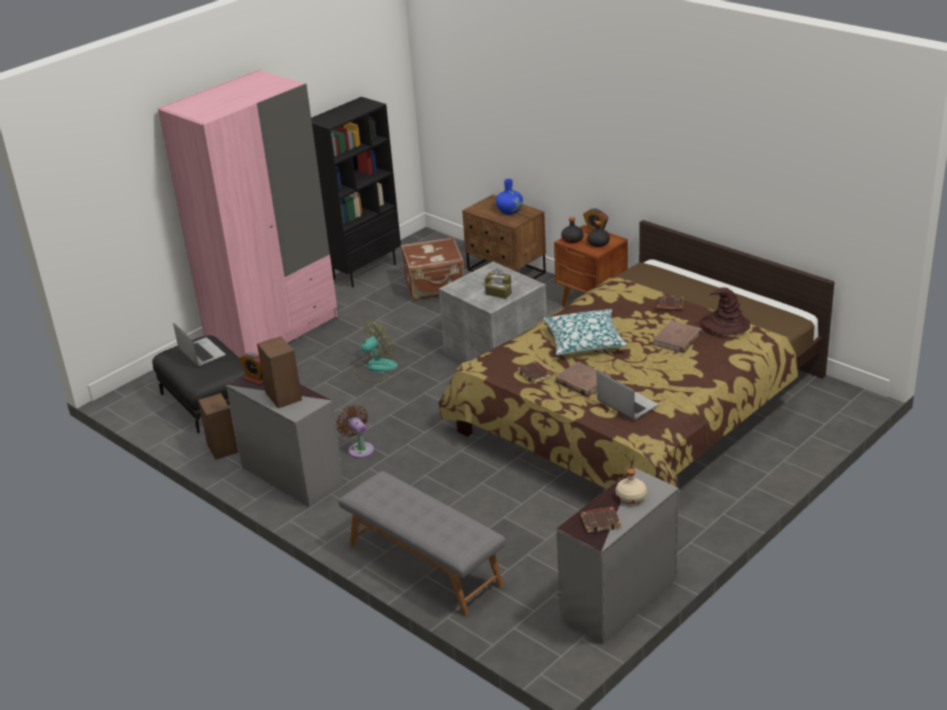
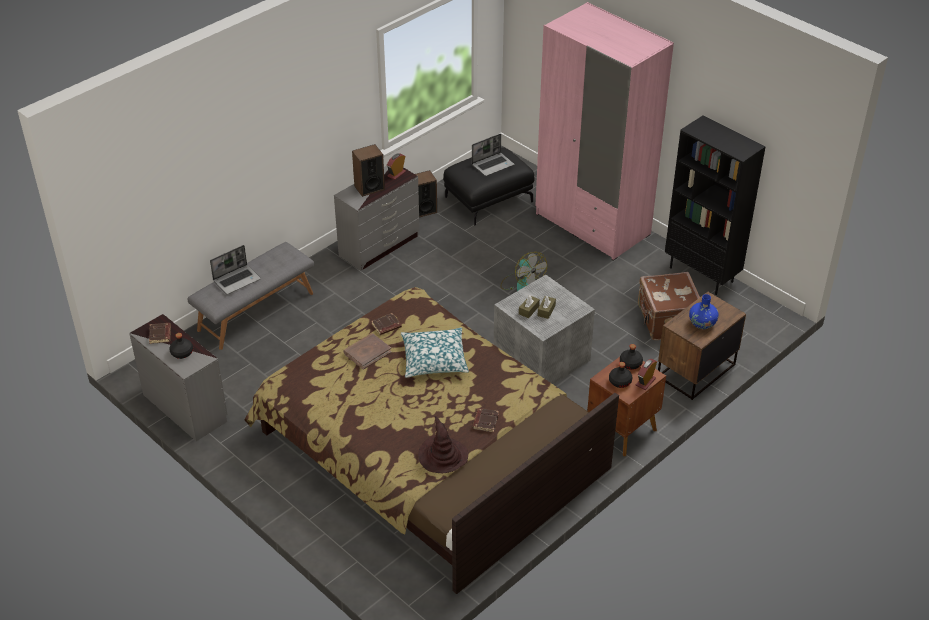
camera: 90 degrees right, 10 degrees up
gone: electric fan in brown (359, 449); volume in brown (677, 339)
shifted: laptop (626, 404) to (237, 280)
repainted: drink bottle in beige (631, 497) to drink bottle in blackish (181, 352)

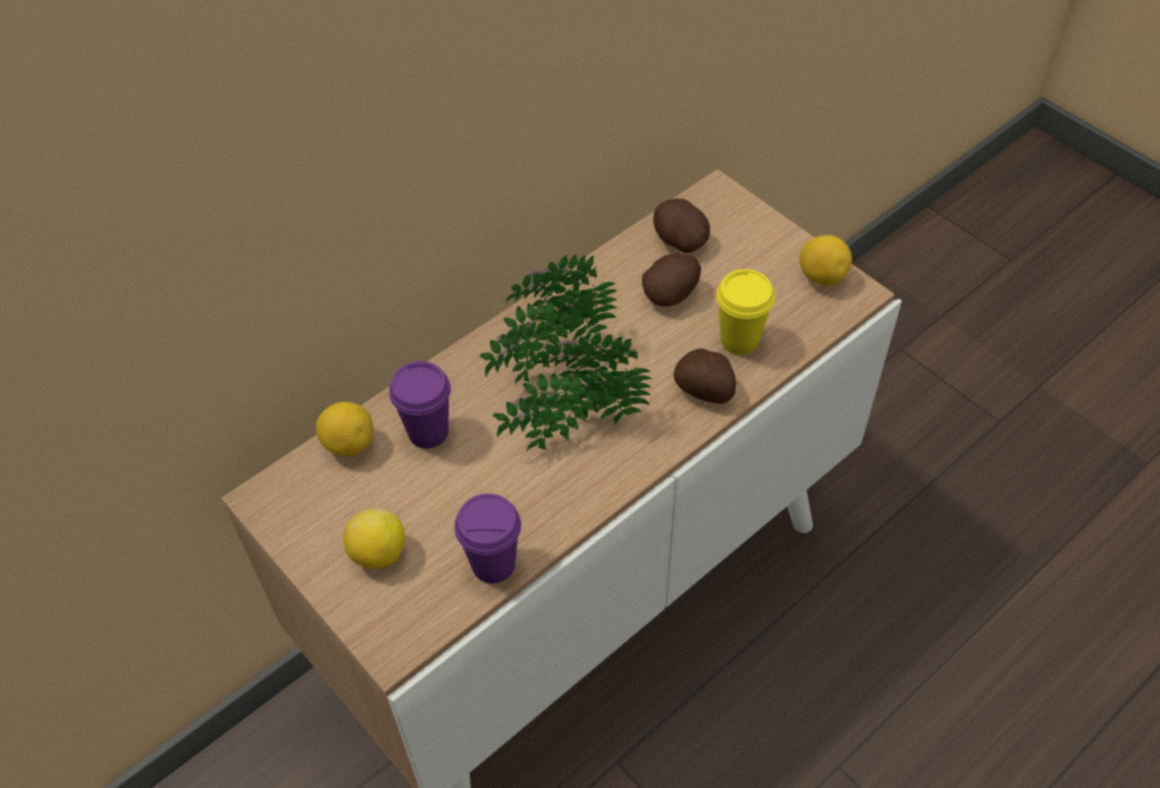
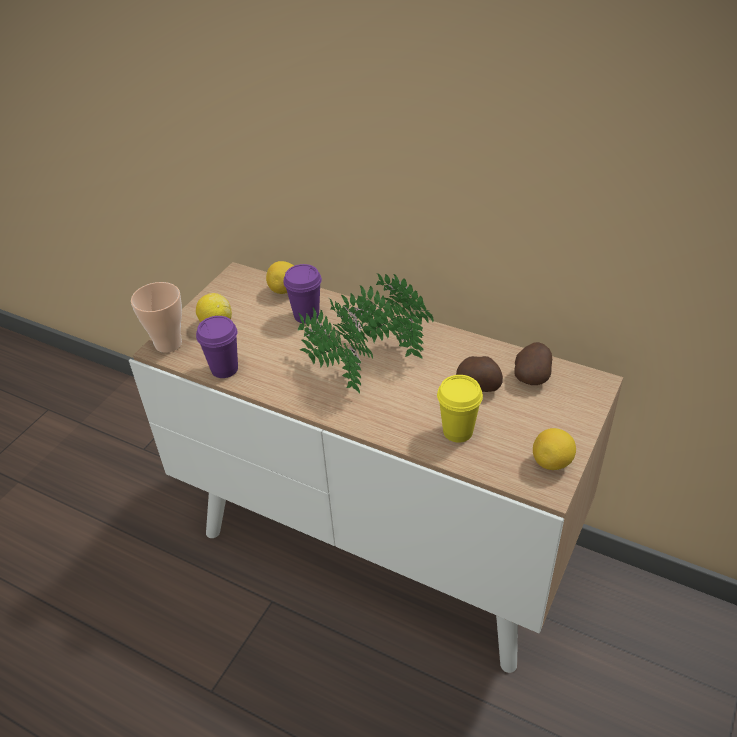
camera: 70 degrees right, 10 degrees down
gone: whole potato (705, 390)
new: small cup (168, 344)

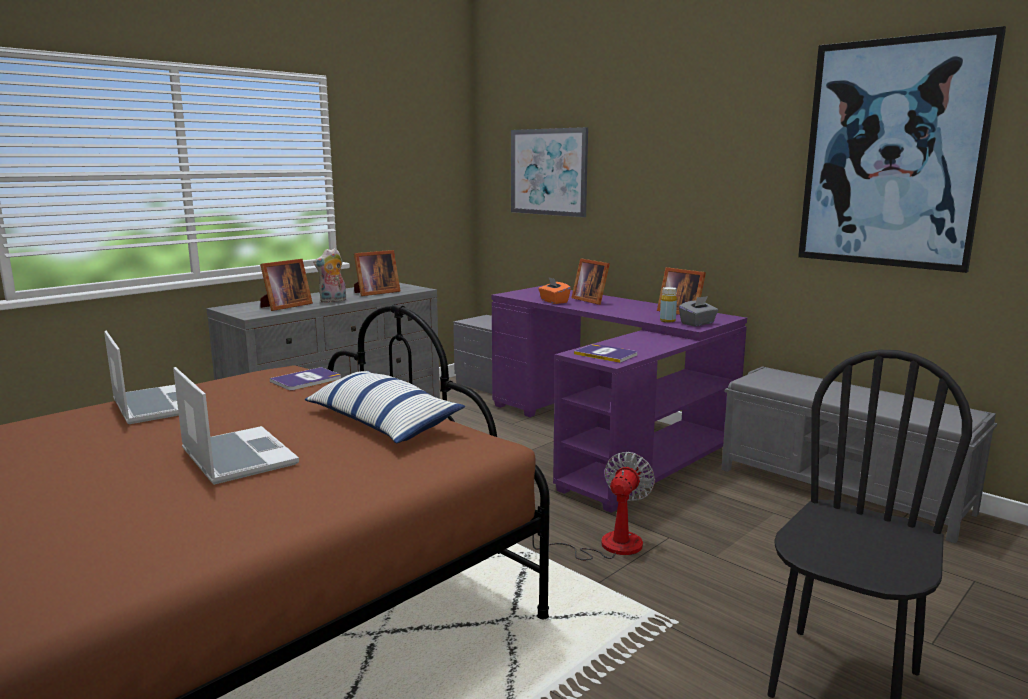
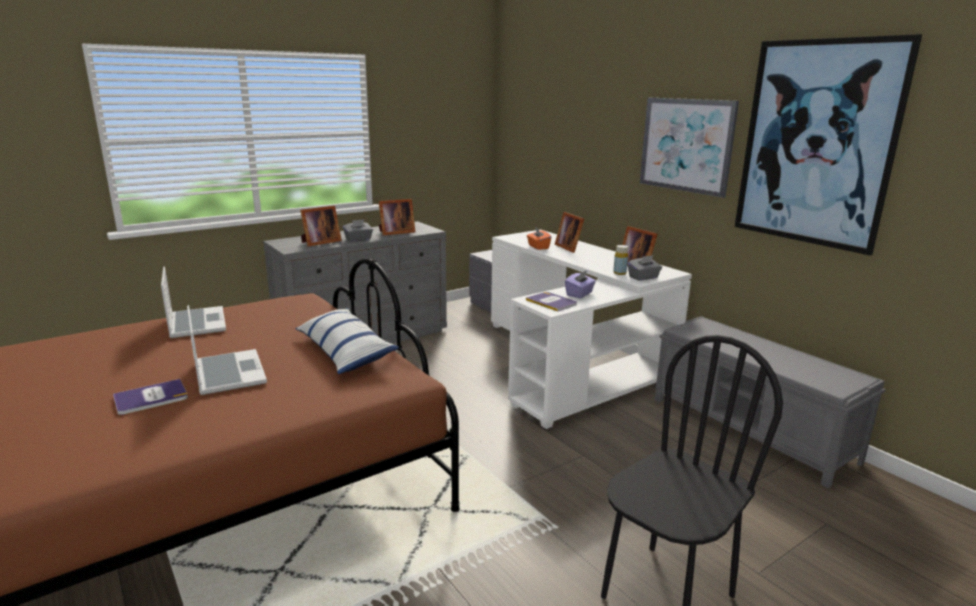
camera: 10 degrees right, 5 degrees up
gone: electric fan (606, 546)
new: tissue box in purplish (579, 294)
shifted: volume (306, 380) to (151, 398); wall picture (548, 172) to (686, 145)
swapped: cuddly toy (333, 301) to tissue box in gray (358, 239)
repainted: desk unit in purplish (610, 437) to desk unit in whitish (574, 362)

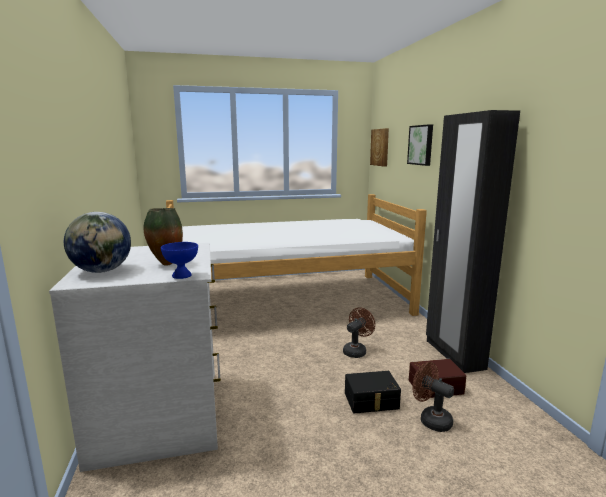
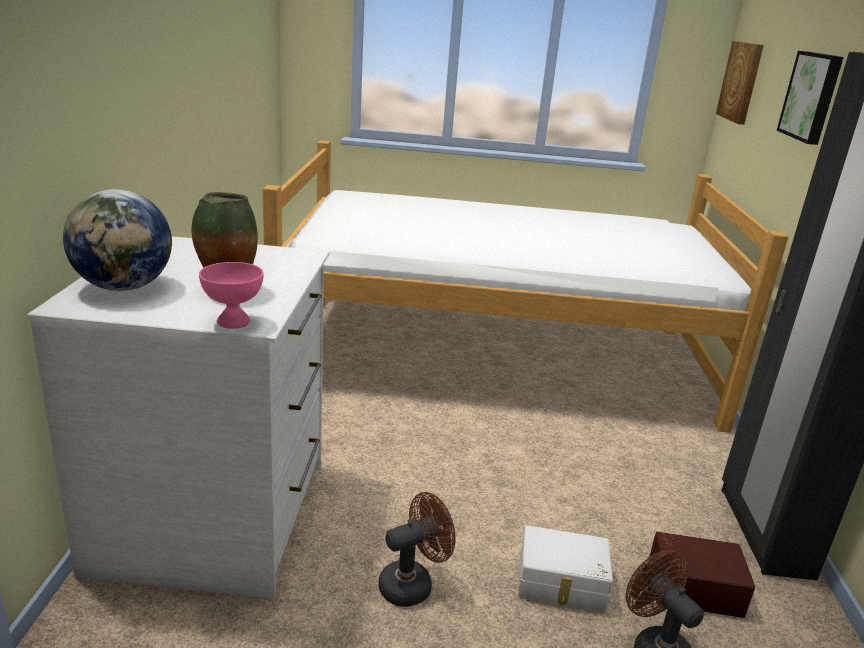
camera: 15 degrees right, 10 degrees up
shifted: electric fan in brown (356, 351) to (413, 584)
repainted: serving bowl in blue-coloured (182, 275) to serving bowl in pinkish (234, 321); storage container in blackish (371, 401) to storage container in whitish (561, 584)

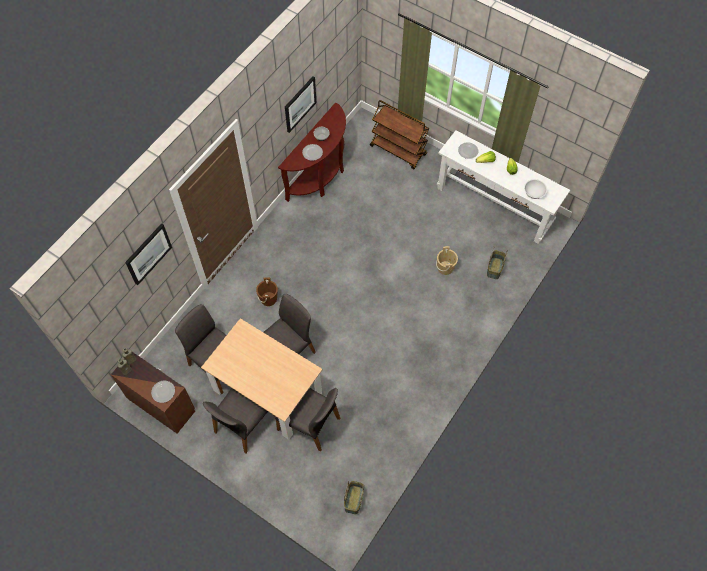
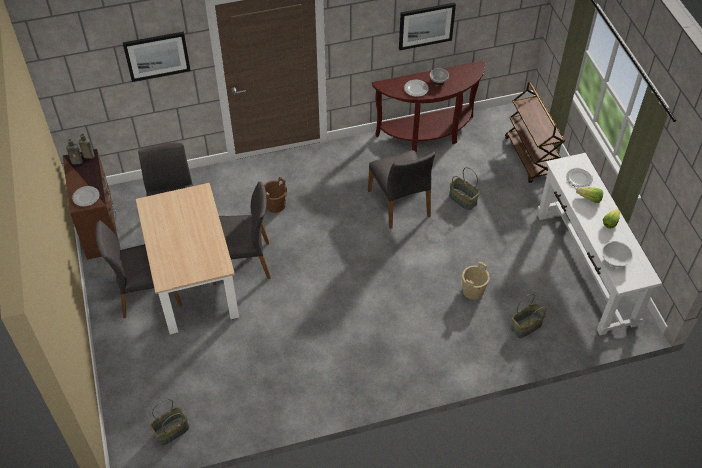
camera: 40 degrees right, 10 degrees down
new: storage basket (463, 199)
shifted: plain chair in gray (310, 423) to (400, 203)

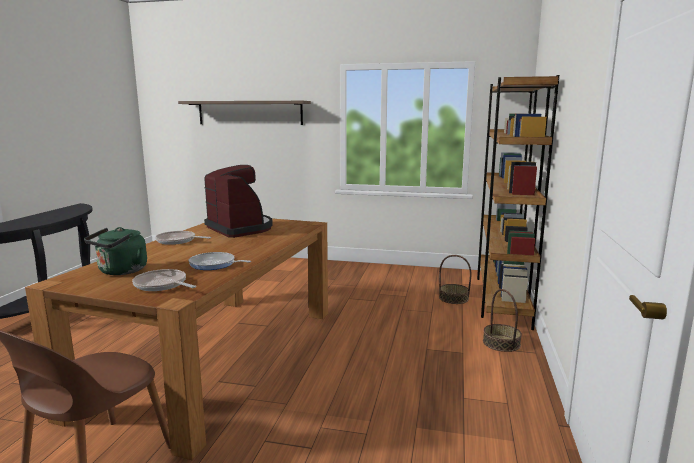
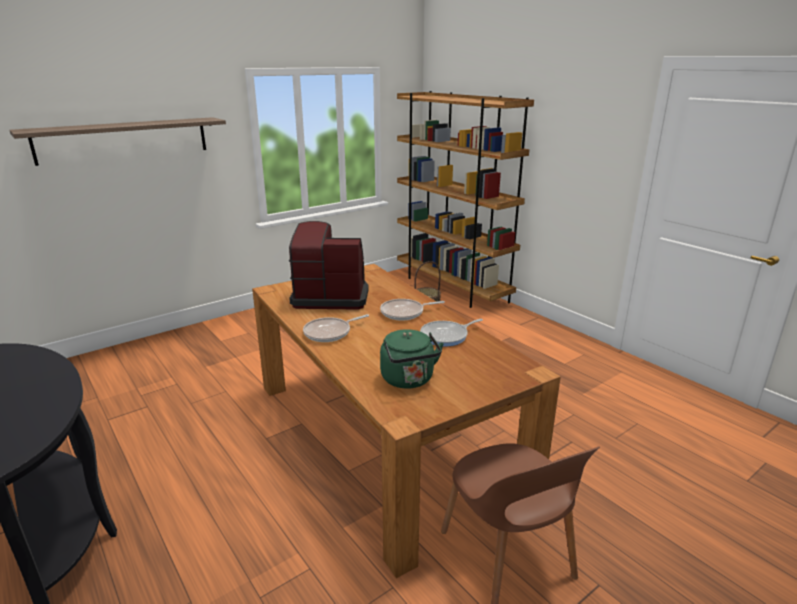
camera: 50 degrees left, 10 degrees up
gone: storage basket (501, 343)
shifted: skillet (162, 285) to (405, 313)

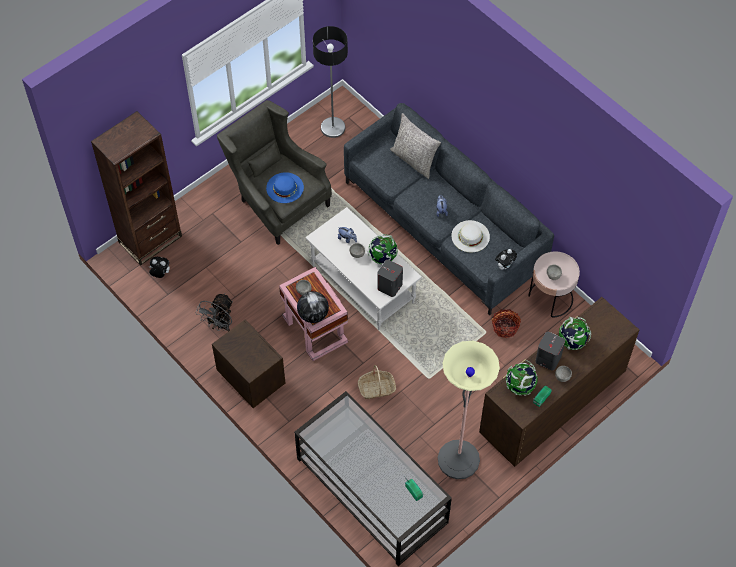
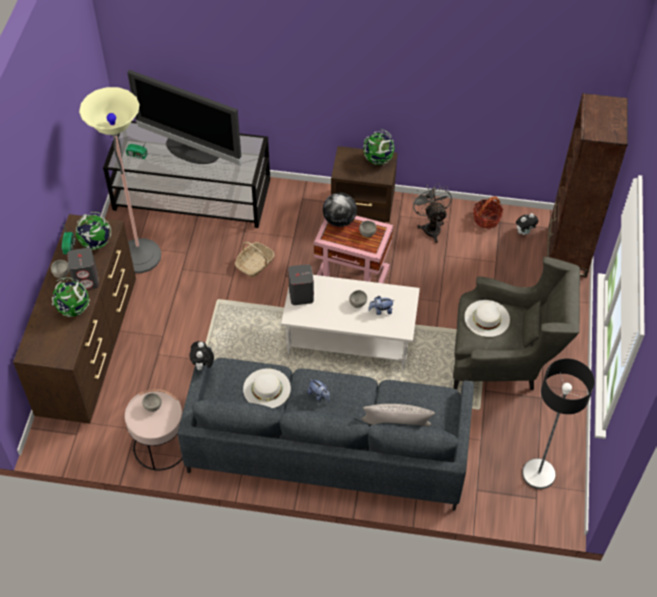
camera: 140 degrees right, 5 degrees down
new: TV set (191, 151)
shifted: world globe (382, 257) to (378, 159); storage basket (505, 327) to (486, 219)
repainted: clothing hat in blue-coloured (285, 187) to clothing hat in whitish (487, 318)

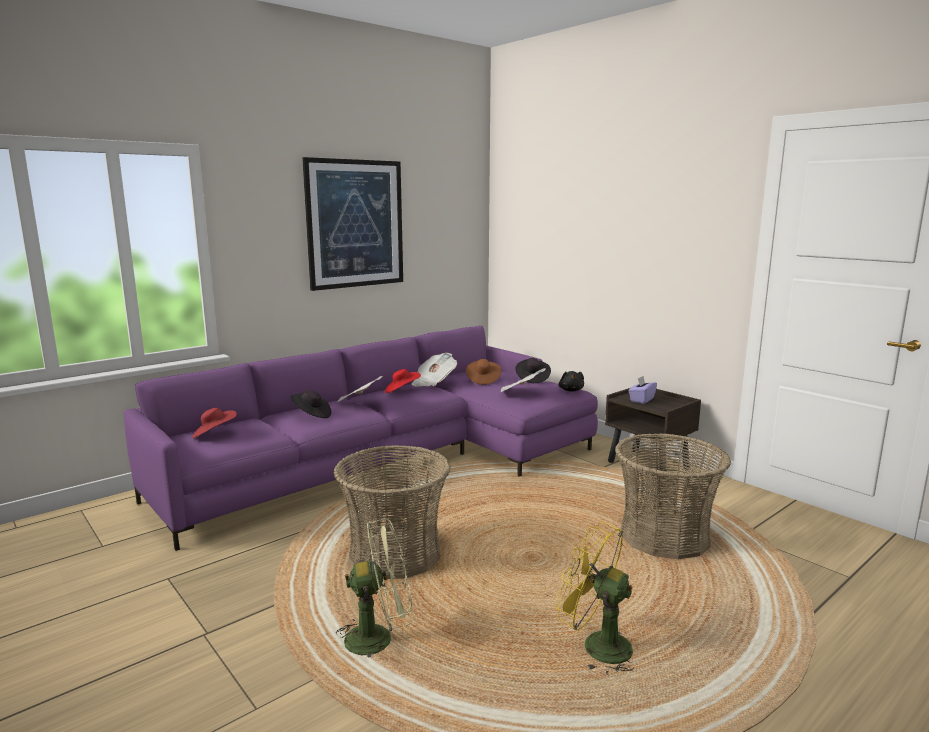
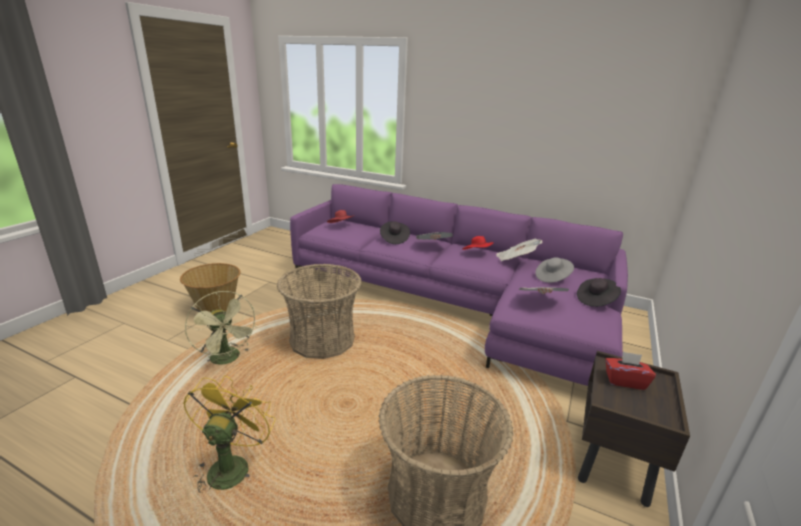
camera: 65 degrees right, 10 degrees up
gone: wall picture (355, 224); cuddly toy in blackish (571, 390)
new: storage basket (216, 309)
repainted: clothing hat in brown (483, 380) to clothing hat in gray (552, 277); tissue box in purplish (641, 399) to tissue box in red (624, 381)

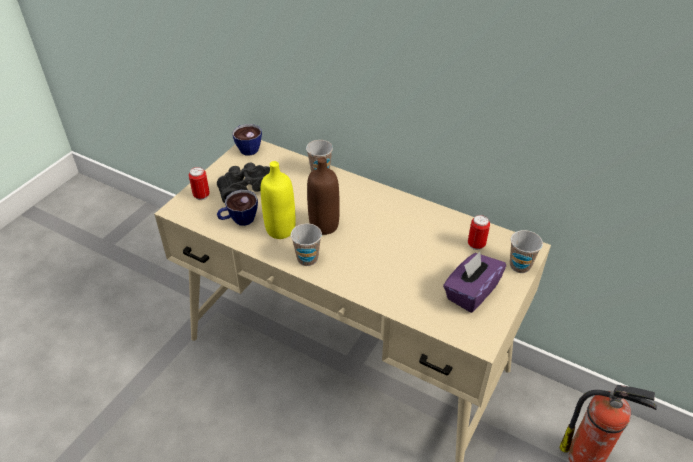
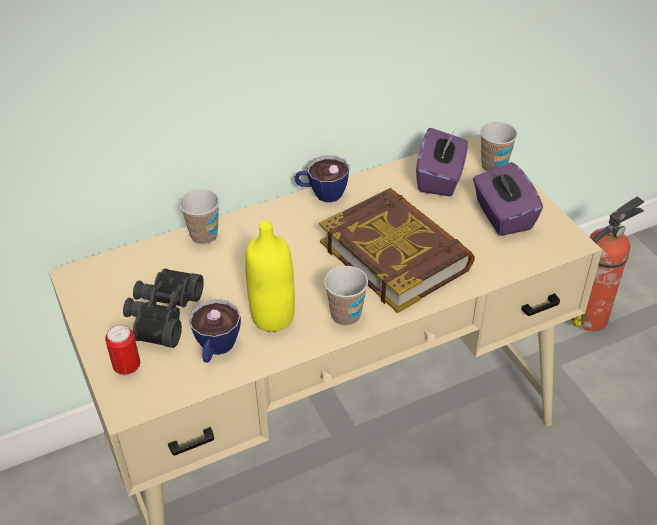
camera: 55 degrees left, 0 degrees up
gone: drink bottle in brown (324, 225)
new: volume (395, 255)
shifted: small cup (247, 147) to (321, 193)
swapped: sealed can (476, 245) to tissue box in purplish (440, 178)

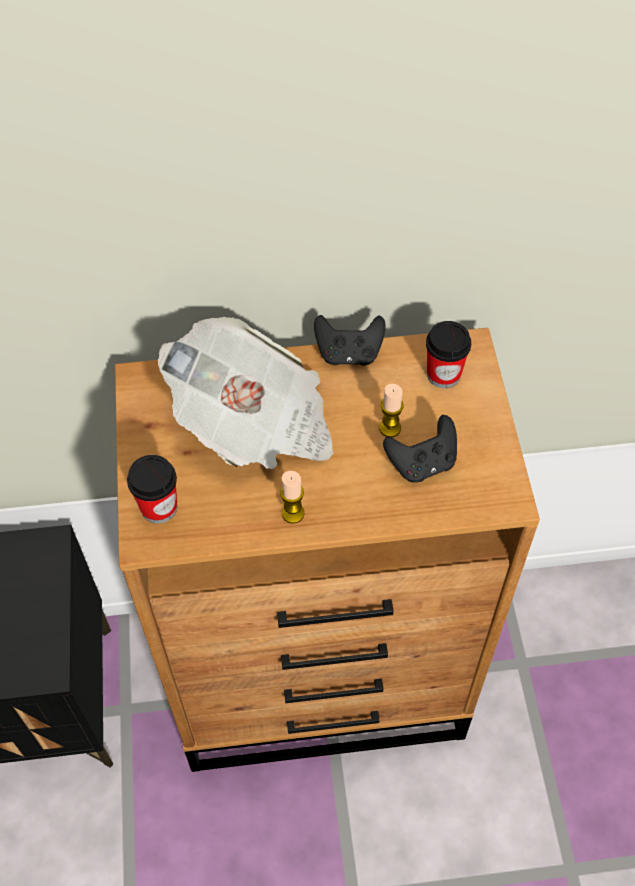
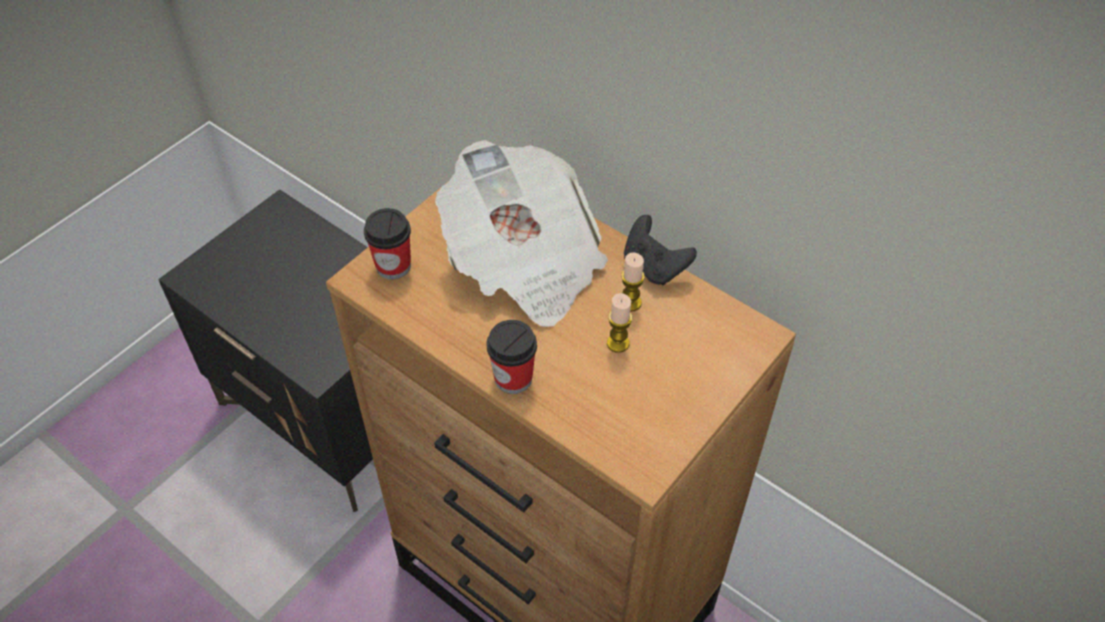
camera: 45 degrees right, 5 degrees down
gone: gamepad in blackish (422, 463)
shifted: small cup (443, 374) to (513, 378); wax candle (293, 513) to (630, 302)

